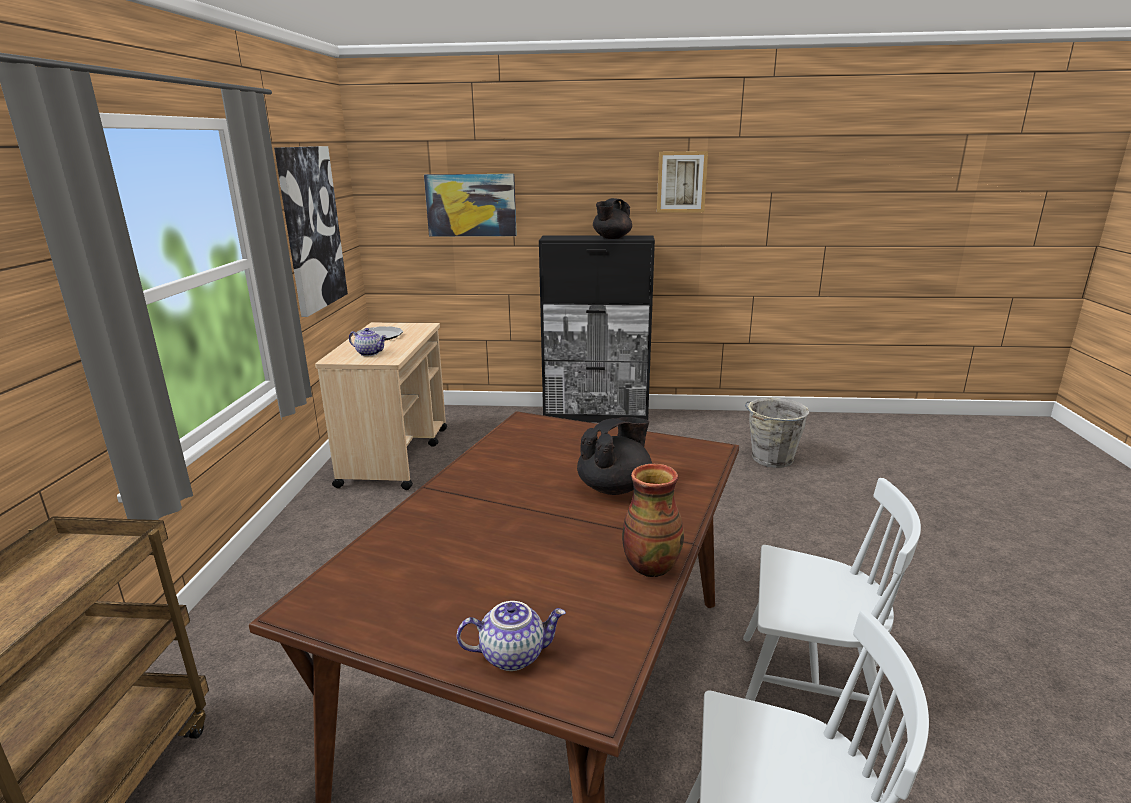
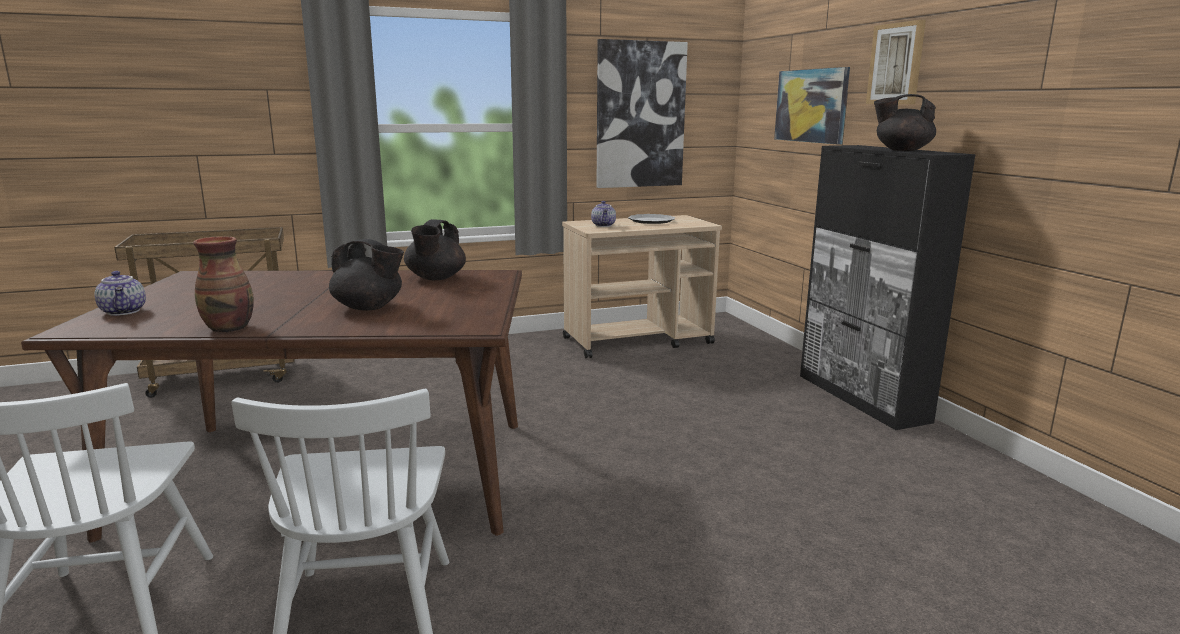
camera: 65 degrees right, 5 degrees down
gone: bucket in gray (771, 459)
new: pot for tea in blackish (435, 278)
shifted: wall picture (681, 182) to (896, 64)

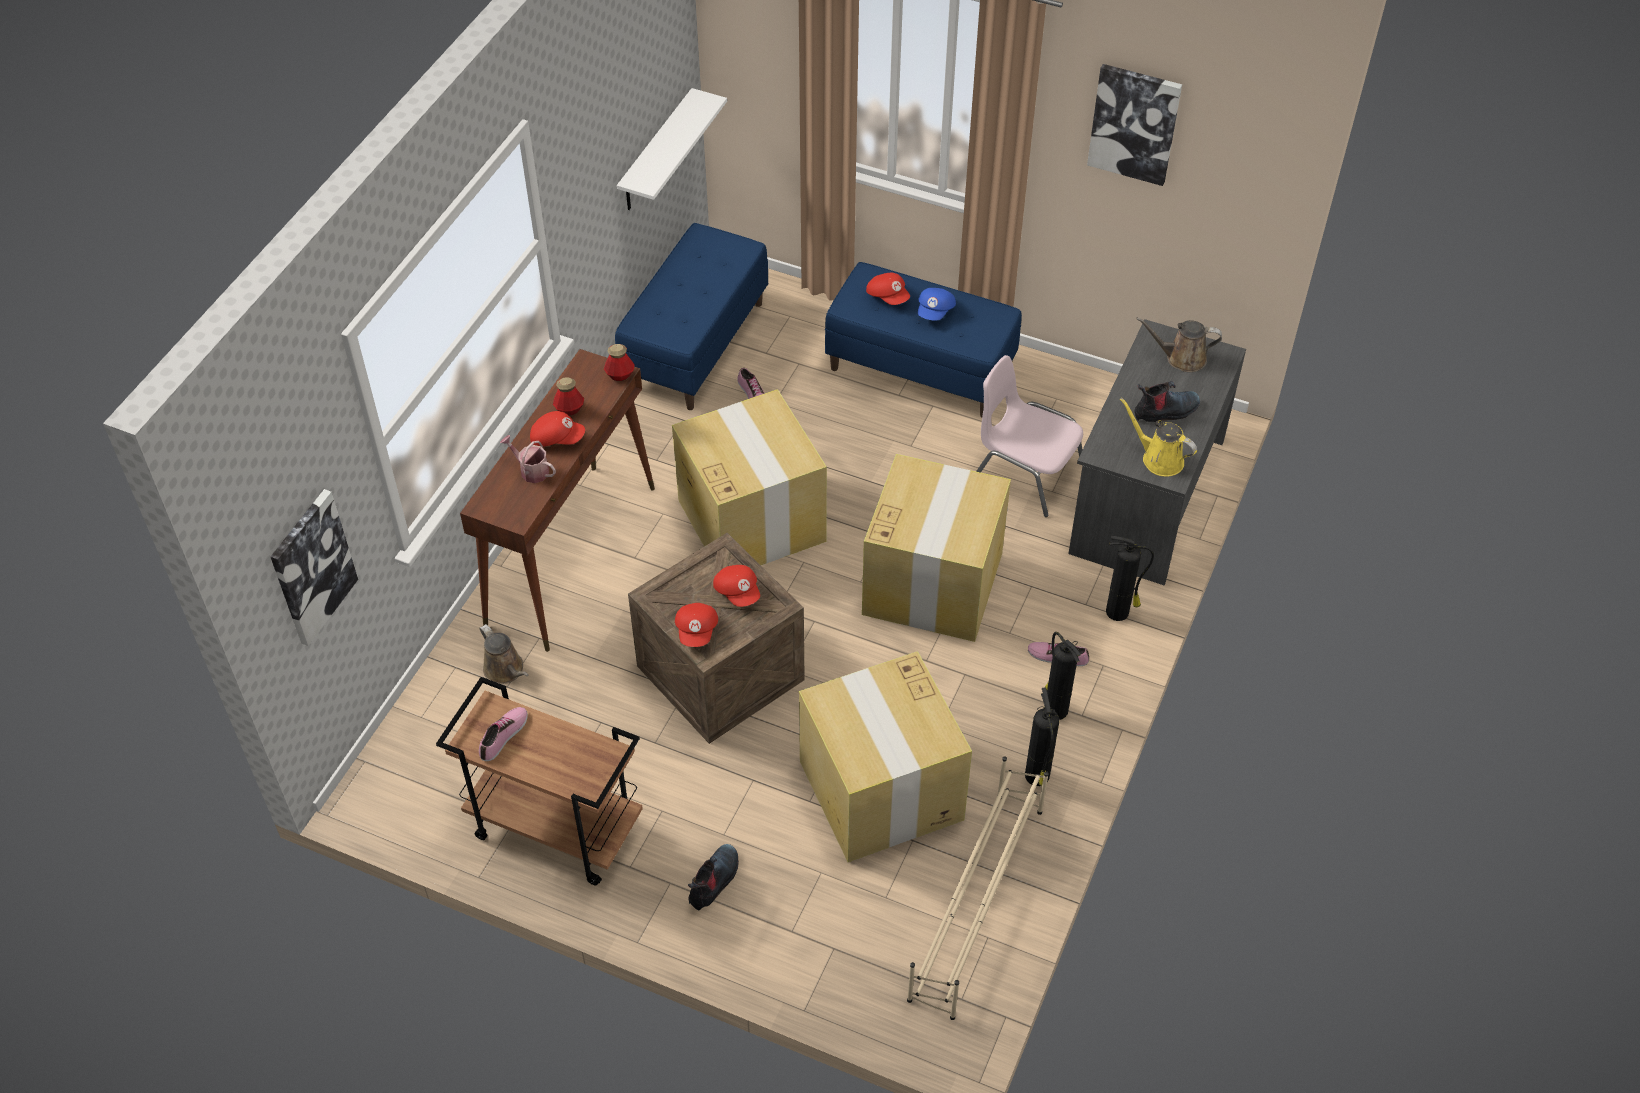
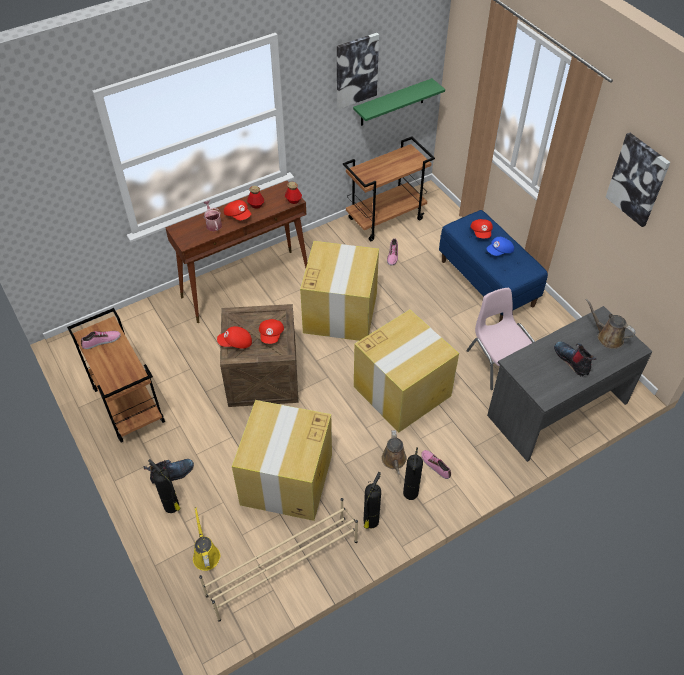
camera: 35 degrees right, 0 degrees up
shifted: fire extinguisher (1119, 612) to (172, 507); watering can in yellow-coloured (1159, 459) to (206, 554); wall picture (312, 567) to (356, 70); watering can in brown (506, 670) to (394, 461)
swapped: long seat in blue-coloured (695, 344) to trolley in brown (386, 218)
repainted: shelf in whitish (656, 152) to shelf in greenish (392, 103)
rotated: peaked cap in red (697, 631) = (236, 343) 45 degrees clockwise; boot (1165, 411) = (572, 361) 135 degrees counterclockwise

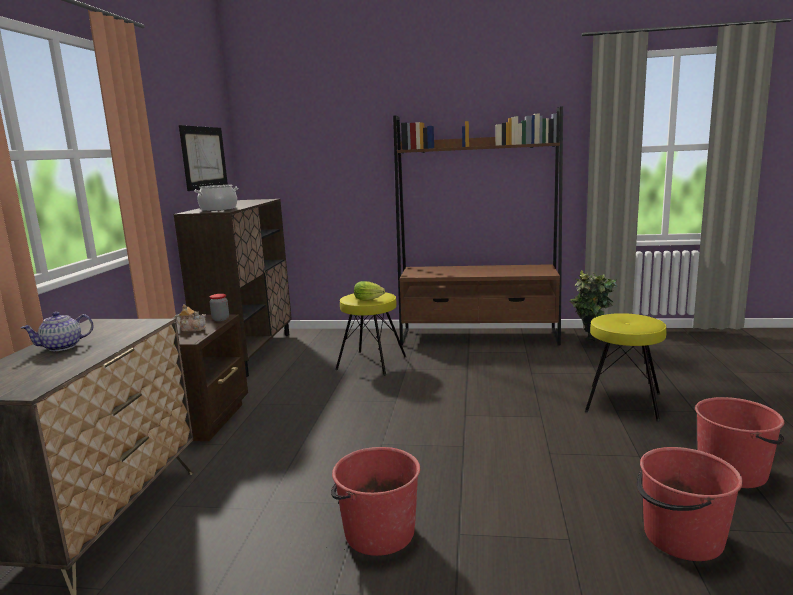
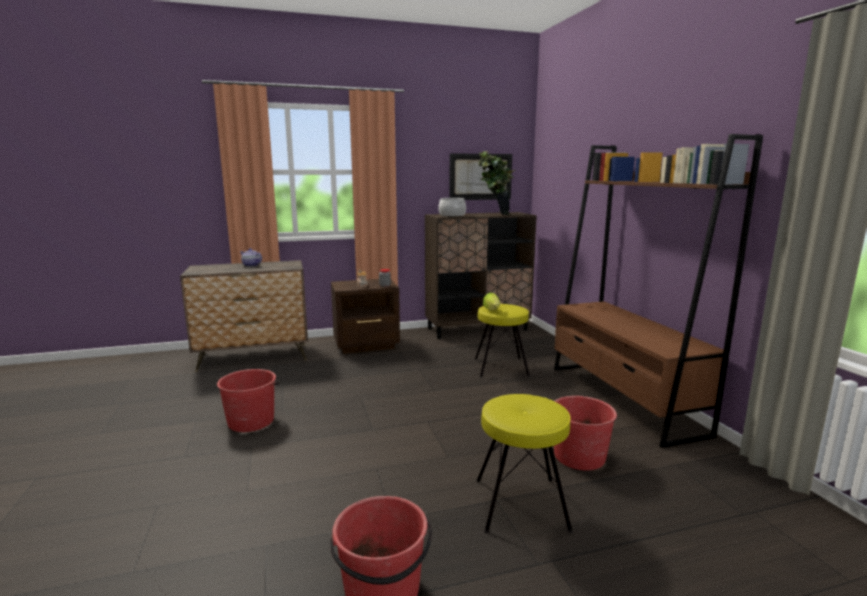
camera: 65 degrees right, 0 degrees up
shifted: potted plant (589, 344) to (494, 214); bucket in red (681, 537) to (578, 456)

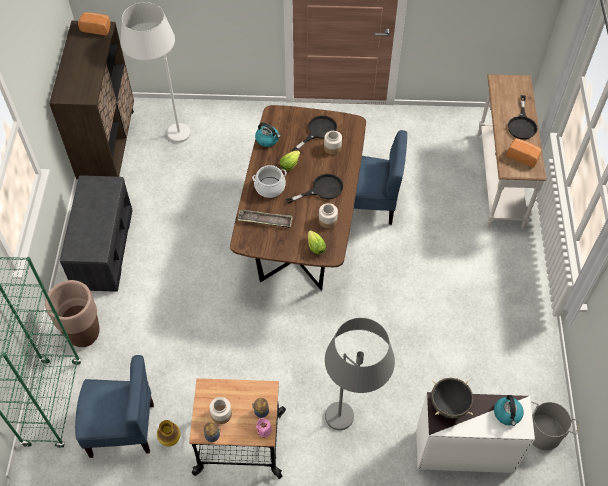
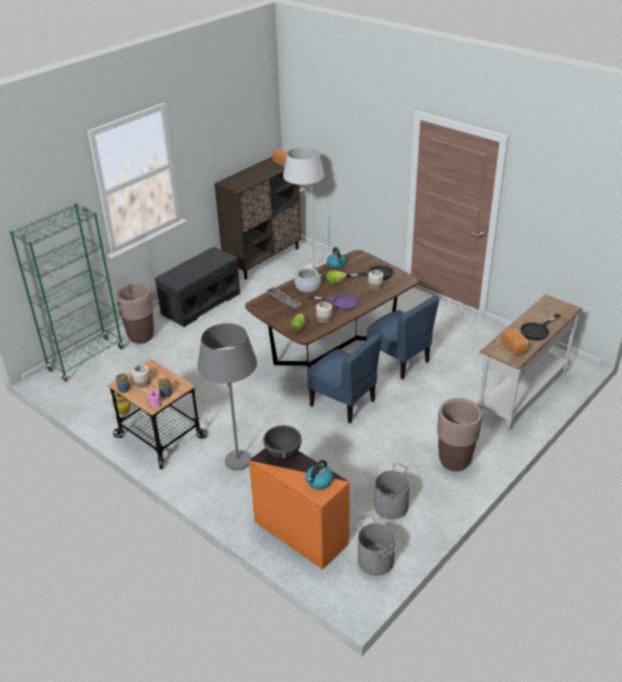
camera: 40 degrees right, 20 degrees down
new: bucket in gray (391, 506); plant pot in brown (454, 461)
shifted: plain chair in blue-coloured (123, 428) to (343, 403)
repainted: chest of drawers in whitish (463, 449) to chest of drawers in orange-coloured (301, 532); skillet in blackish (322, 190) to skillet in purplish (340, 302)

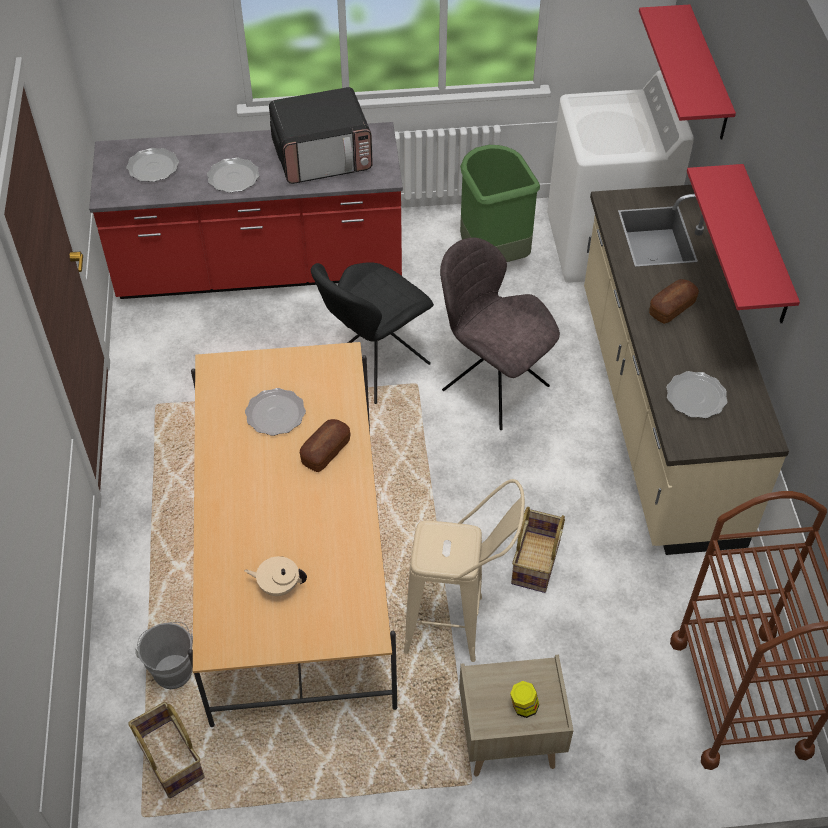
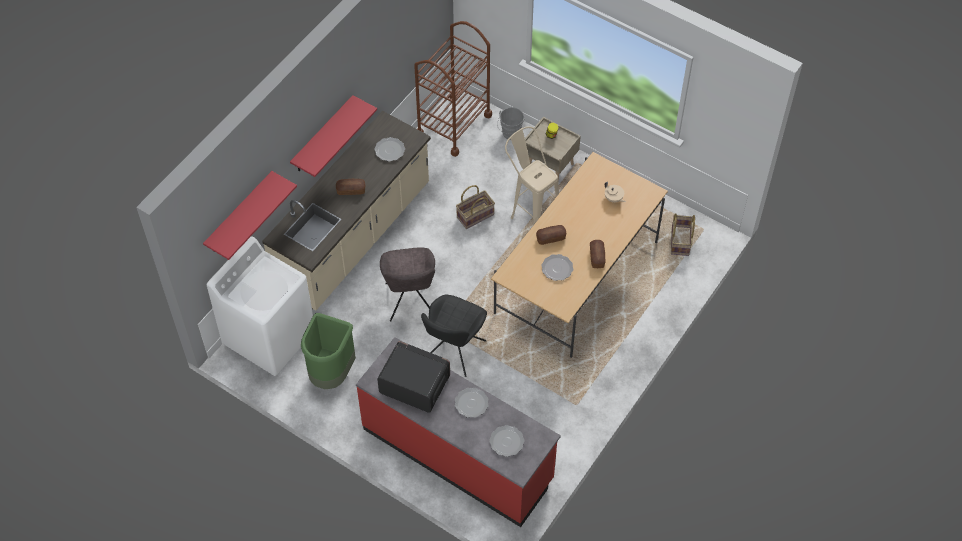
camera: 140 degrees left, 5 degrees up
new: baked bread (597, 257)
shifted: bucket in gray (172, 669) to (510, 134)
rotated: plain chair in blackish (374, 365) = (454, 352) 120 degrees clockwise

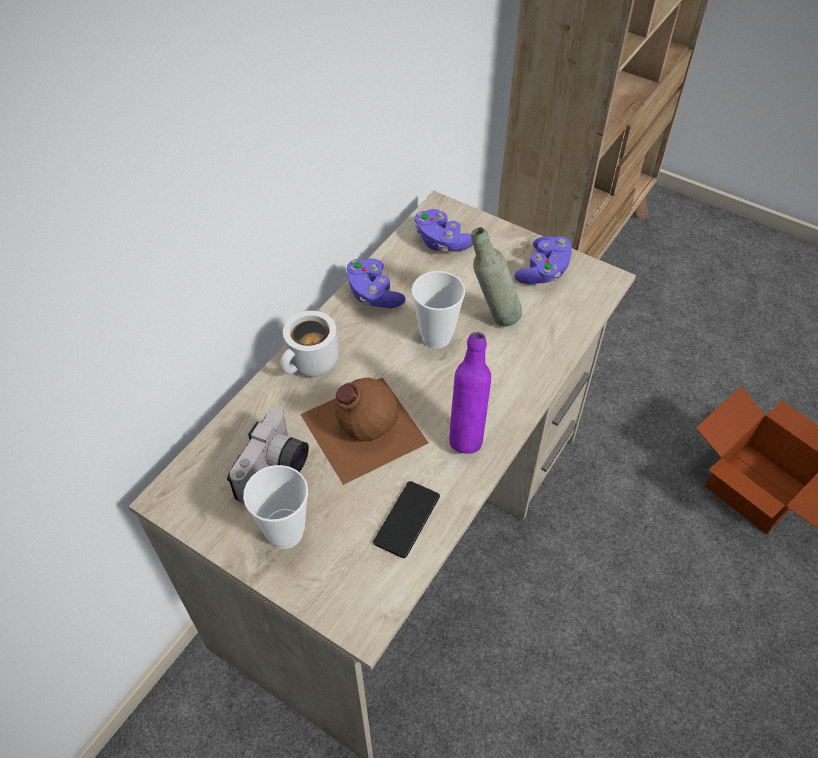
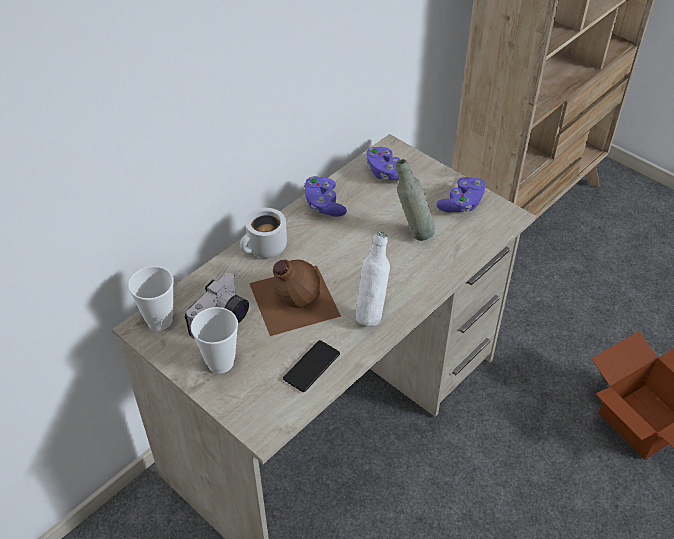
camera: 10 degrees right, 5 degrees down
shifted: small cup (436, 337) to (159, 320)
repainted: drink bottle in purplish (467, 433) to drink bottle in whitish (371, 313)

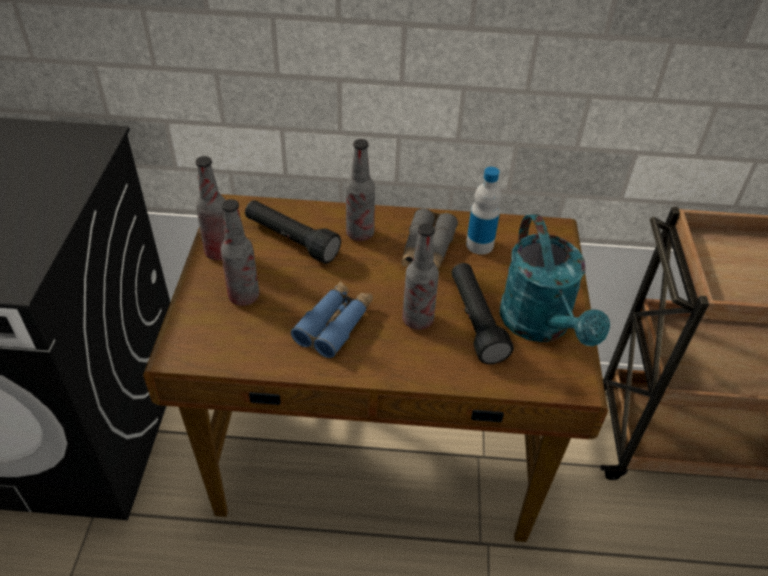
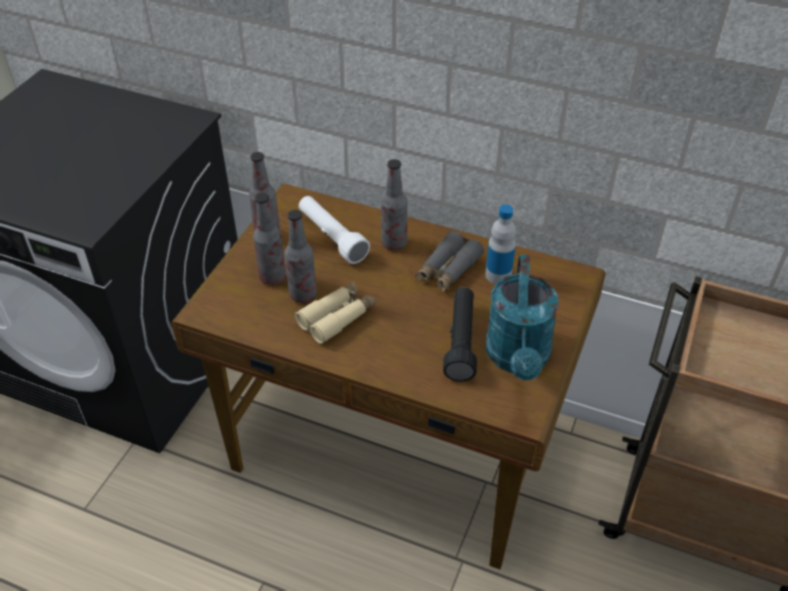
camera: 20 degrees right, 0 degrees up
shifted: drink bottle (417, 320) to (303, 295)
repainted: field glasses in blue-coloured (335, 324) to field glasses in beige (337, 317); hand torch in blackish (291, 240) to hand torch in whitish (332, 237)

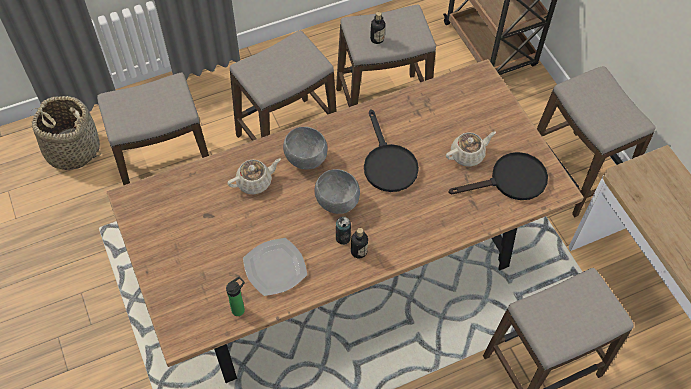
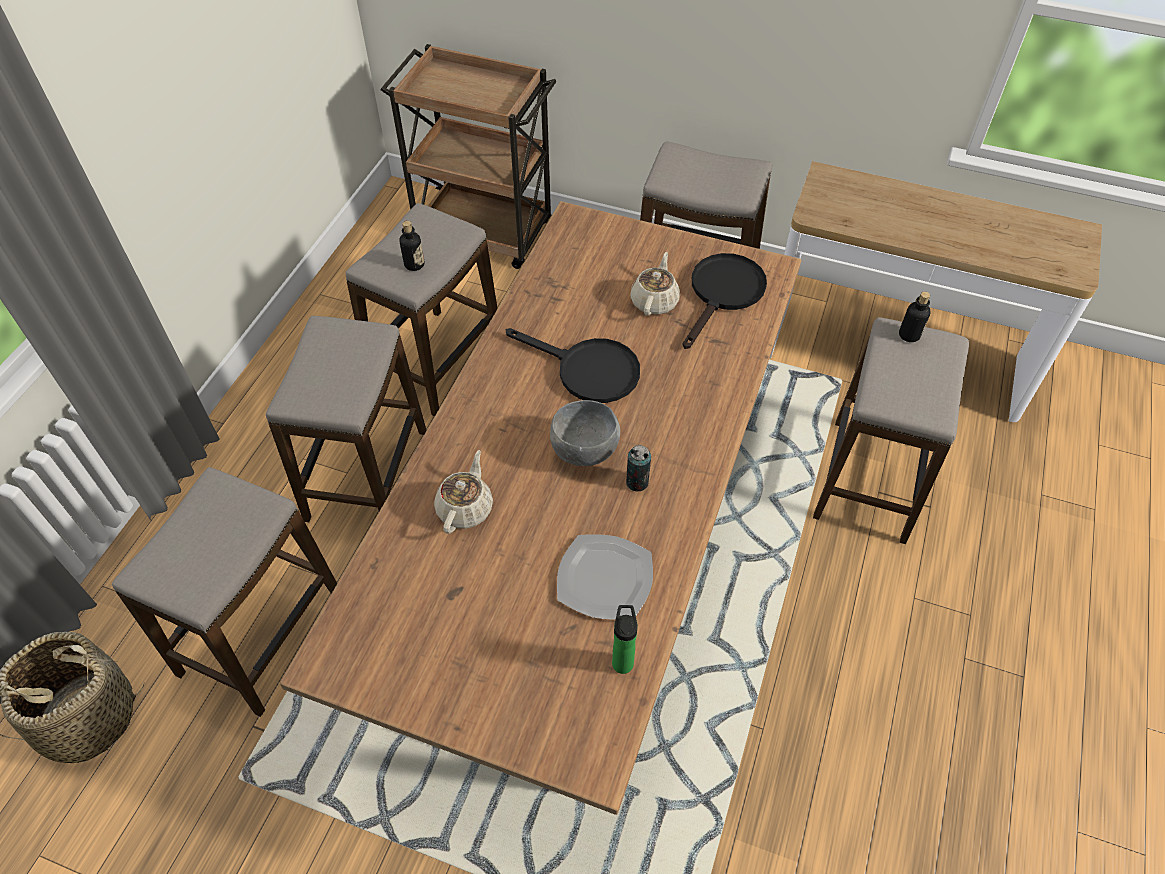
camera: 45 degrees left, 5 degrees down
gone: serving bowl in gray (306, 160)
shifted: drink bottle (359, 251) to (909, 335)

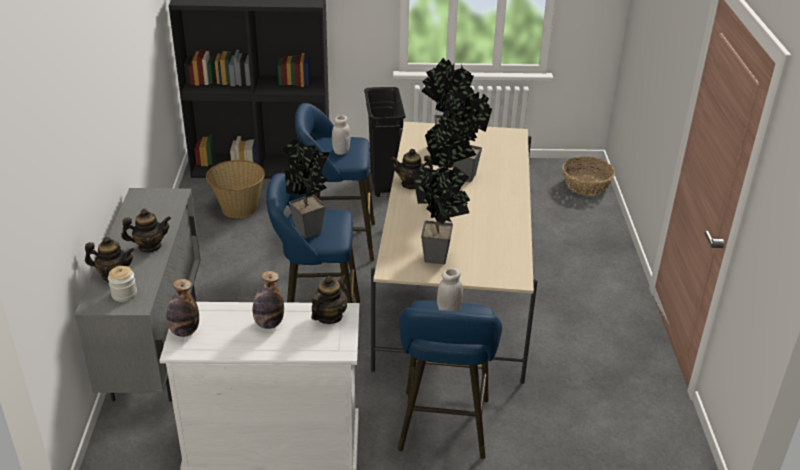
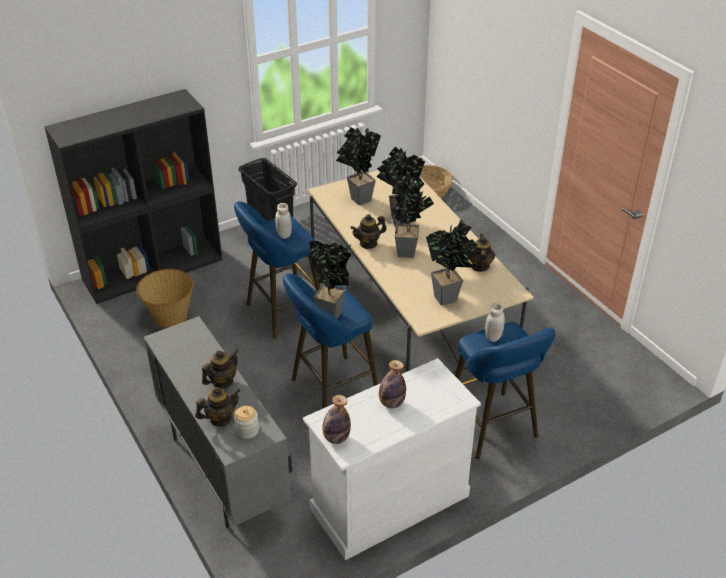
camera: 30 degrees left, 5 degrees up
shifted: pot for tea (329, 317) to (479, 266)

